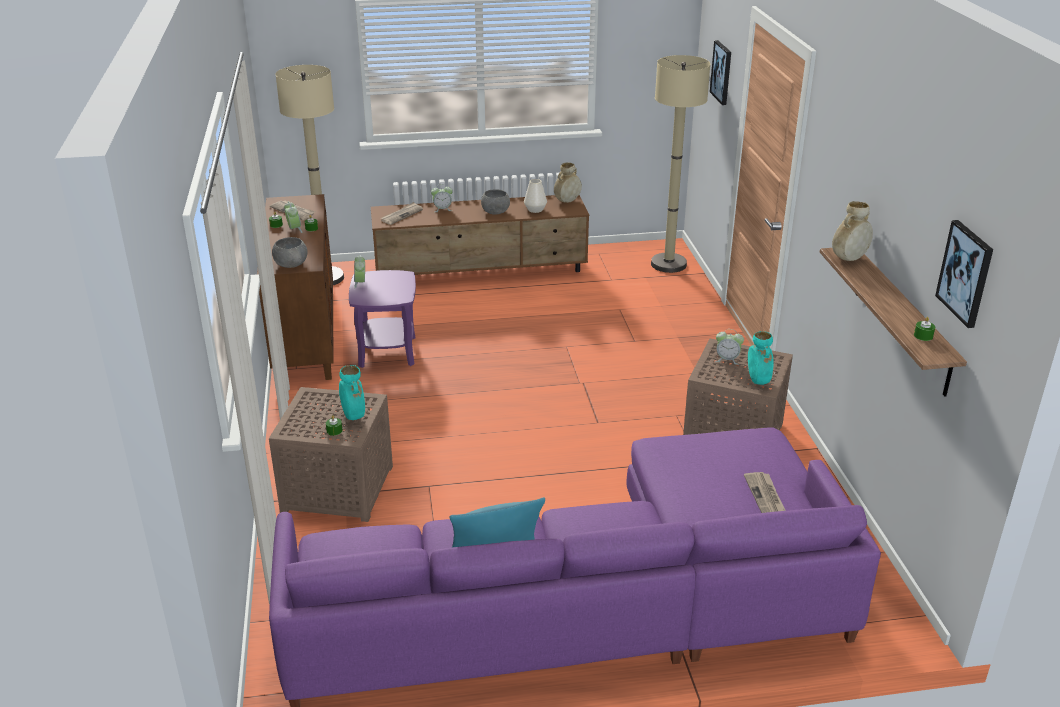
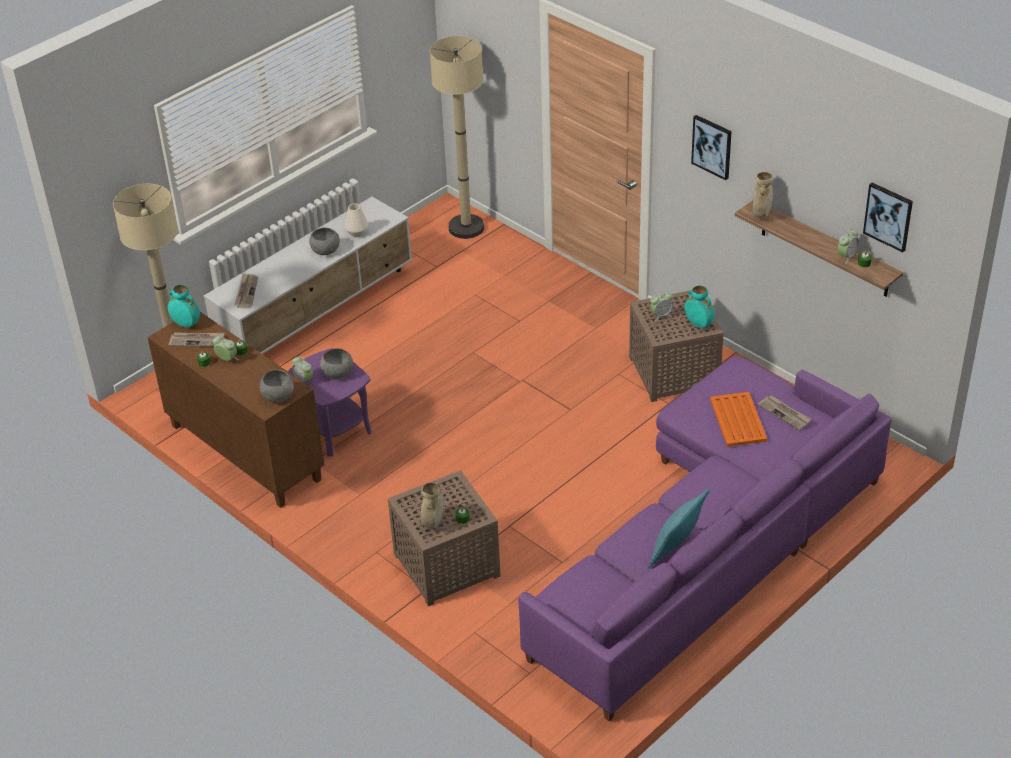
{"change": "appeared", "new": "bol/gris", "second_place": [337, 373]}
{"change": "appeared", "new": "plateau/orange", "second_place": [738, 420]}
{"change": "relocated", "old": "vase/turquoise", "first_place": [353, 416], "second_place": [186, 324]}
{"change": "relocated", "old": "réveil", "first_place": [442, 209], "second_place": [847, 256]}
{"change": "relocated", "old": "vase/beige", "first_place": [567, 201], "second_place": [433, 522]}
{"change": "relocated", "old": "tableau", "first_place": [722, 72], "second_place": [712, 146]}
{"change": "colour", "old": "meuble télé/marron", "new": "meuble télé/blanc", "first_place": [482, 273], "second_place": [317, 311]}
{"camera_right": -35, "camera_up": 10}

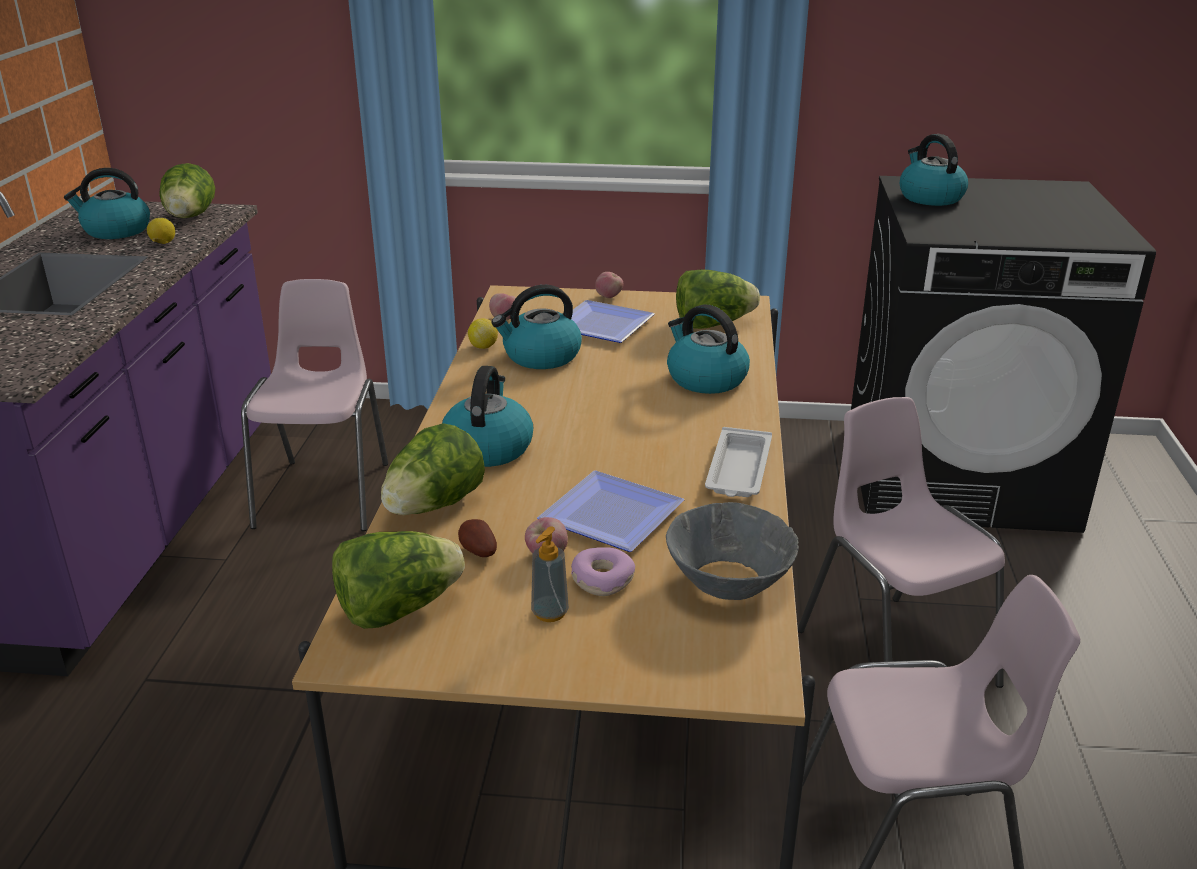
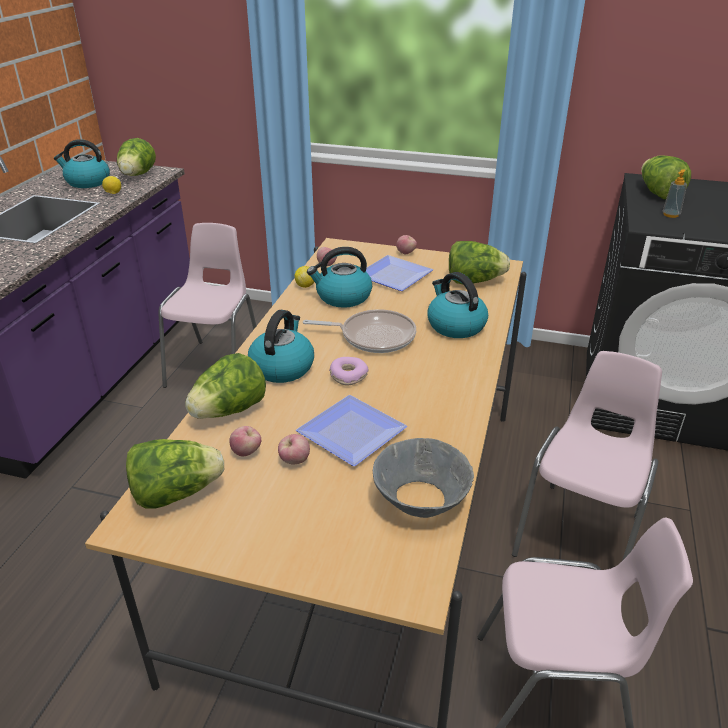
{"change": "missing", "old": "plateau/blanc", "first_place": [738, 470]}
{"change": "appeared", "new": "poêle", "second_place": [373, 336]}
{"change": "relocated", "old": "distributeur de savon", "first_place": [550, 612], "second_place": [670, 215]}
{"change": "relocated", "old": "beignet", "first_place": [602, 579], "second_place": [348, 376]}
{"change": "exchanged", "old": "pomme de terre", "new": "pomme", "first_place": [477, 552], "second_place": [247, 452]}
{"change": "exchanged", "old": "bouilloire", "new": "laitue", "first_place": [929, 197], "second_place": [658, 193]}
{"change": "spun", "old": "chaise/rose", "first_place": [894, 656], "second_place": [580, 536], "degrees": 45}
{"camera_right": 10, "camera_up": 5}

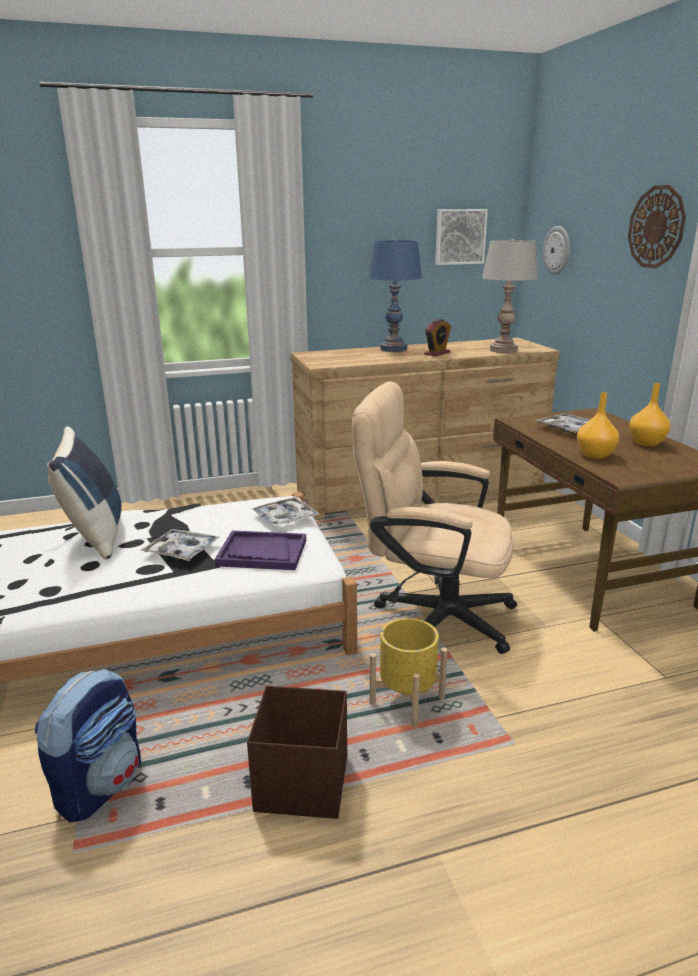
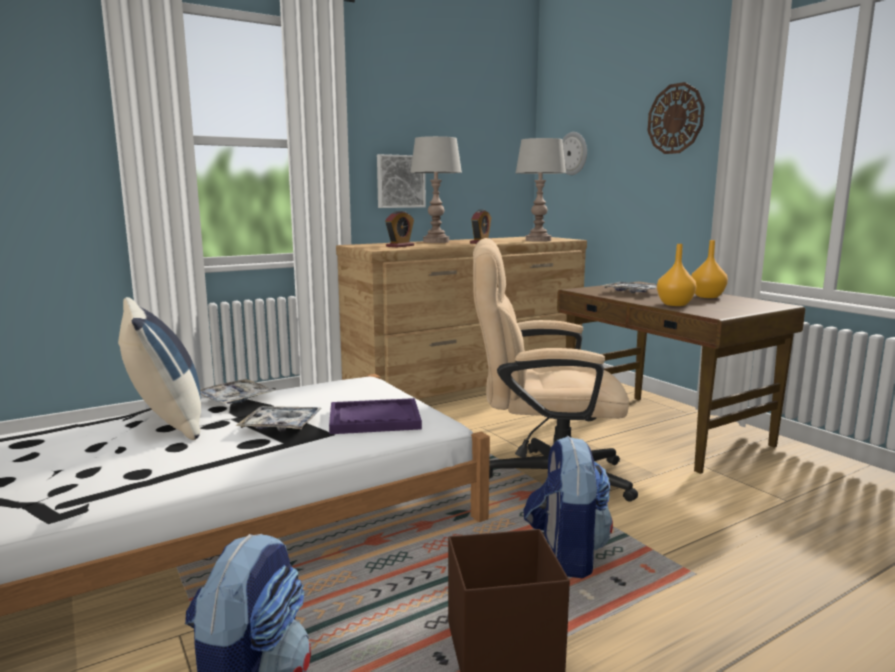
{"change": "appeared", "new": "réveil", "second_place": [400, 246]}
{"change": "relocated", "old": "plateau", "first_place": [285, 518], "second_place": [235, 399]}
{"change": "relocated", "old": "tableau", "first_place": [459, 236], "second_place": [400, 181]}
{"change": "exchanged", "old": "cache-pot/jaune", "new": "sac à dos", "first_place": [406, 701], "second_place": [566, 554]}
{"change": "colour", "old": "lampe de table/bleu", "new": "lampe de table/gris", "first_place": [393, 349], "second_place": [436, 241]}
{"camera_right": -15, "camera_up": -10}

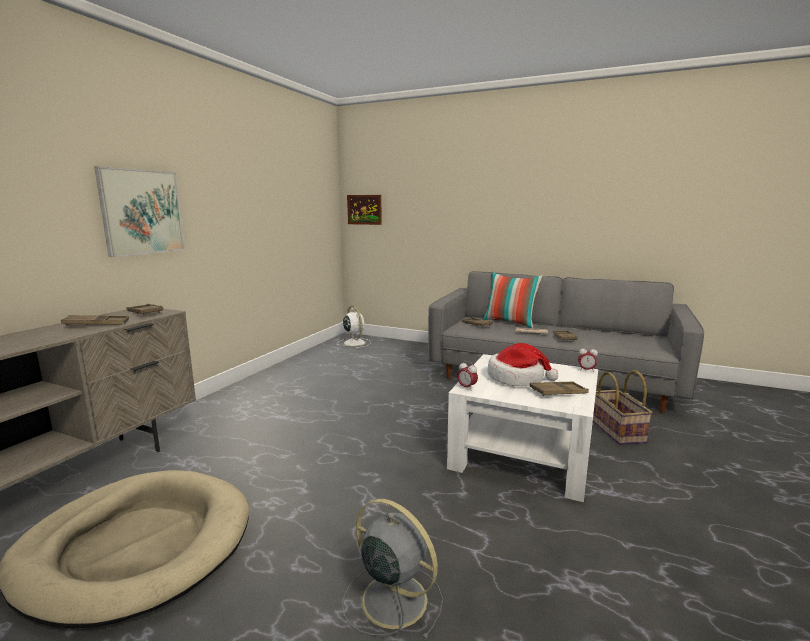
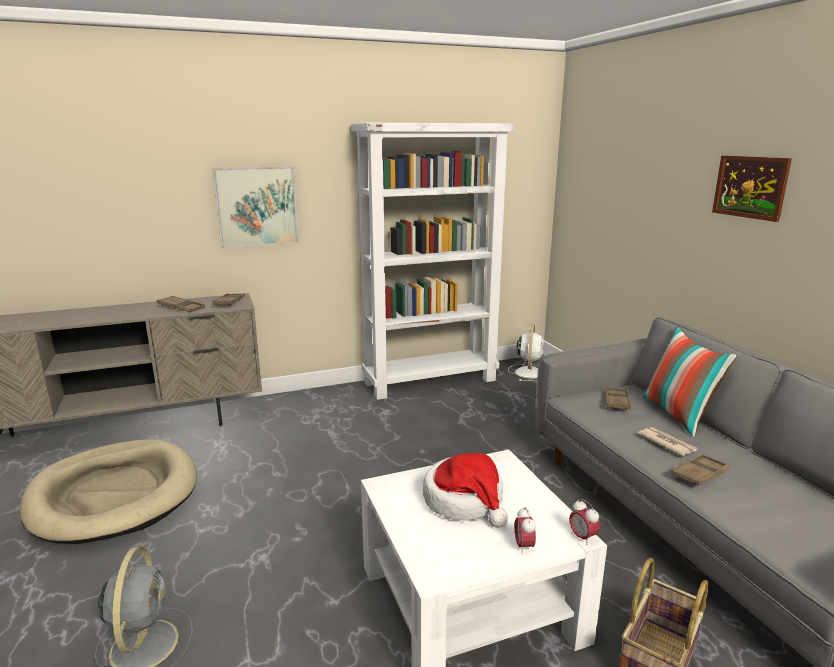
{"change": "missing", "old": "plateau/marron", "first_place": [558, 392]}
{"change": "appeared", "new": "bibliothèque/blanc", "second_place": [431, 381]}
{"change": "relocated", "old": "tableau", "first_place": [364, 209], "second_place": [750, 187]}
{"change": "relocated", "old": "réveil", "first_place": [466, 388], "second_place": [523, 546]}
{"camera_right": 45, "camera_up": 5}

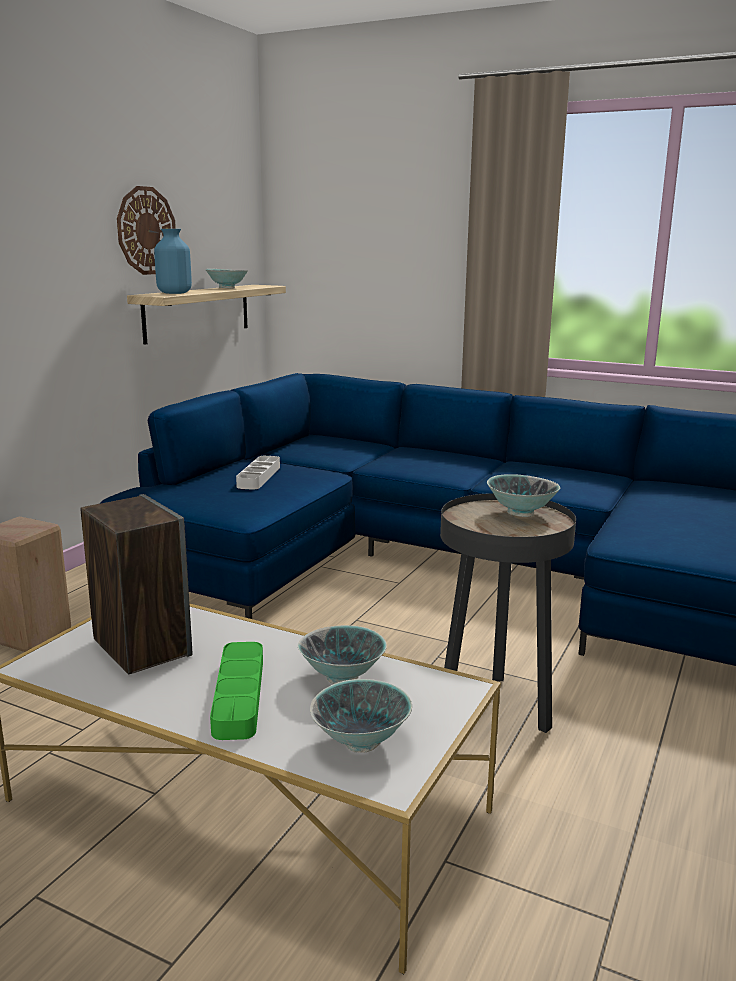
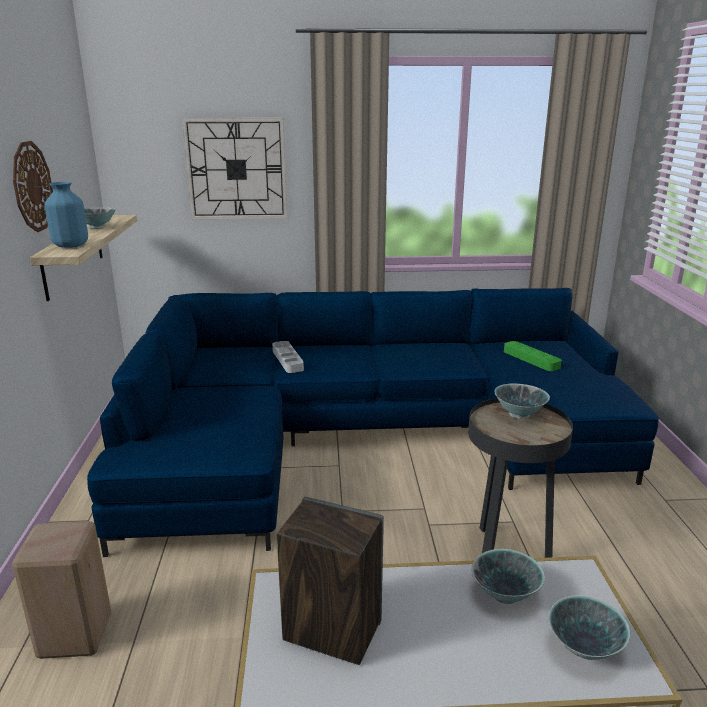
{"change": "appeared", "new": "horloge murale", "second_place": [236, 169]}
{"change": "relocated", "old": "plateau/vert", "first_place": [239, 695], "second_place": [531, 359]}
{"change": "relocated", "old": "plateau/gris", "first_place": [259, 477], "second_place": [287, 360]}
{"camera_right": -30, "camera_up": 5}

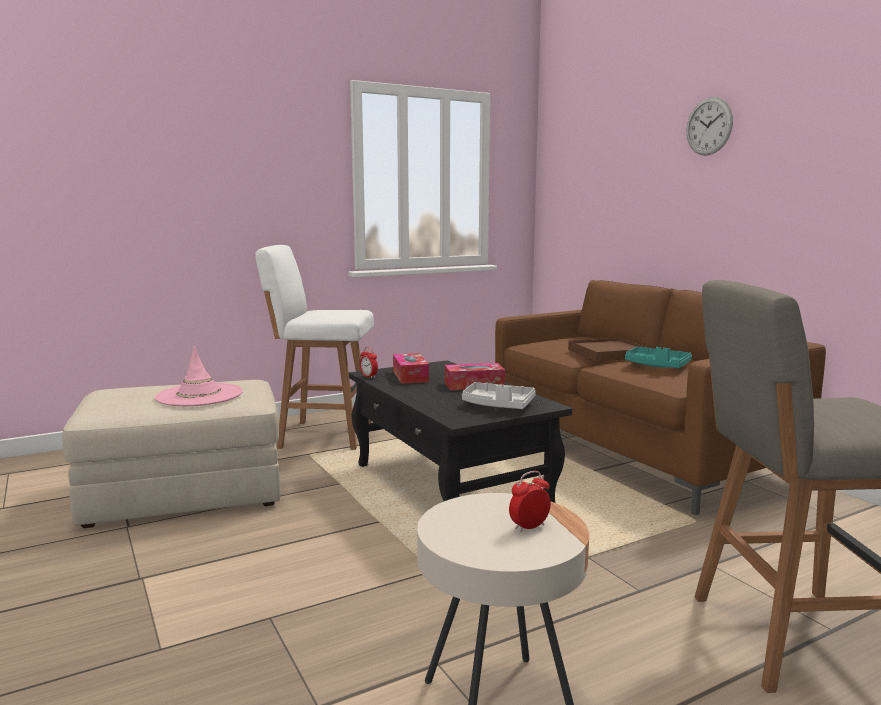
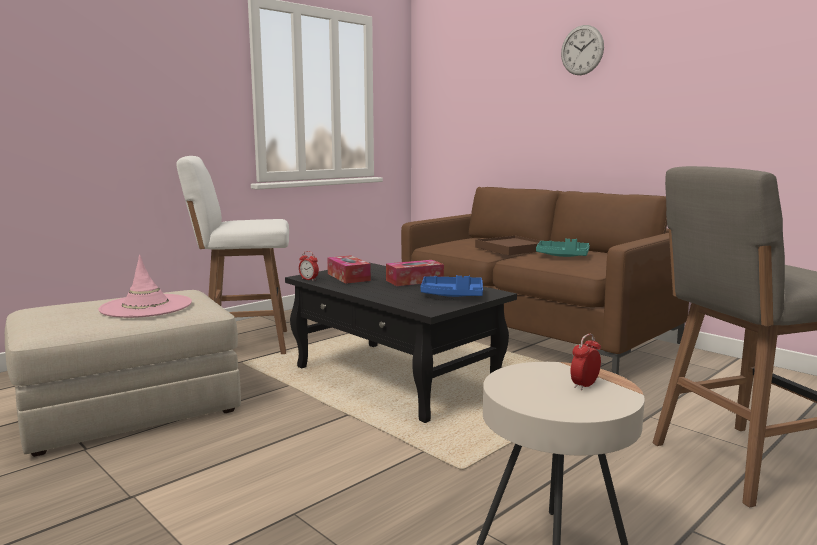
{"change": "colour", "old": "plateau/gris", "new": "plateau/bleu", "first_place": [498, 405], "second_place": [452, 295]}
{"camera_right": -15, "camera_up": 0}

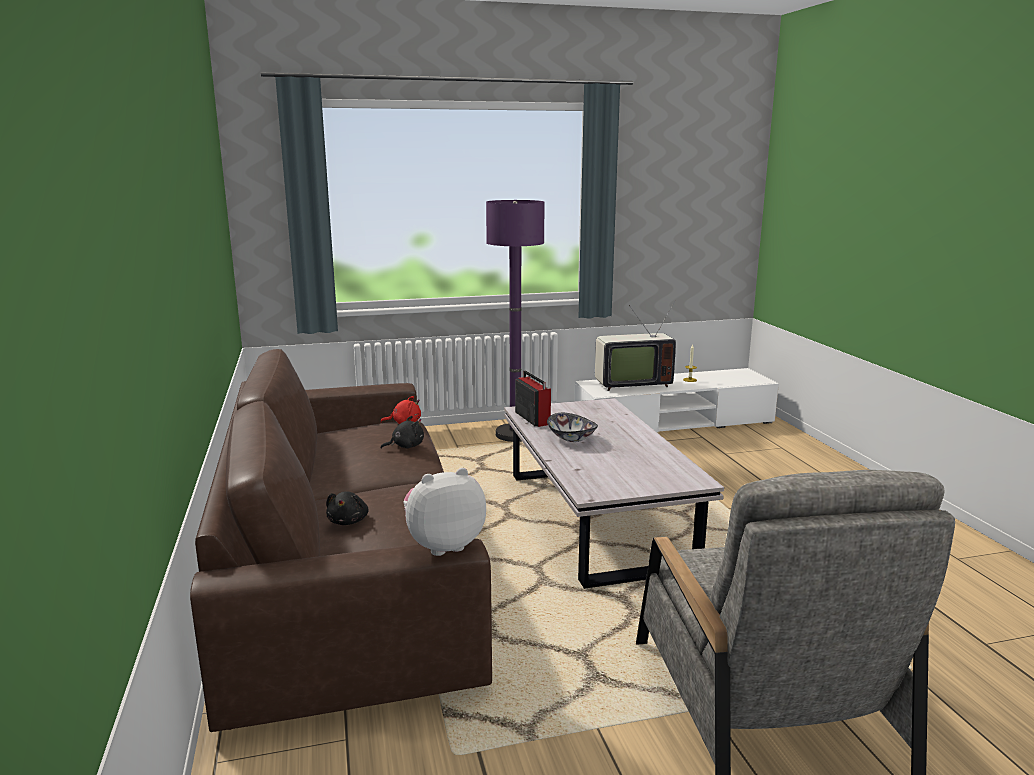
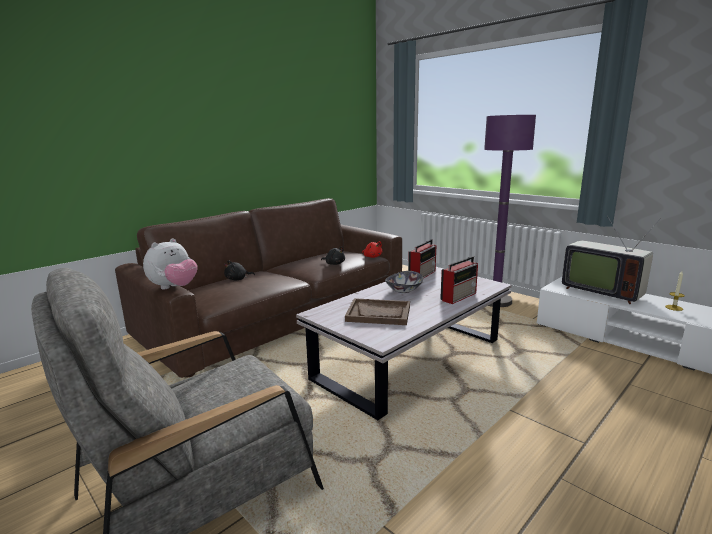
{"change": "appeared", "new": "plateau/marron", "second_place": [378, 313]}
{"change": "appeared", "new": "radio", "second_place": [459, 296]}
{"change": "spun", "old": "peluche", "first_place": [443, 545], "second_place": [174, 287], "degrees": 90}
{"camera_right": 60, "camera_up": 0}

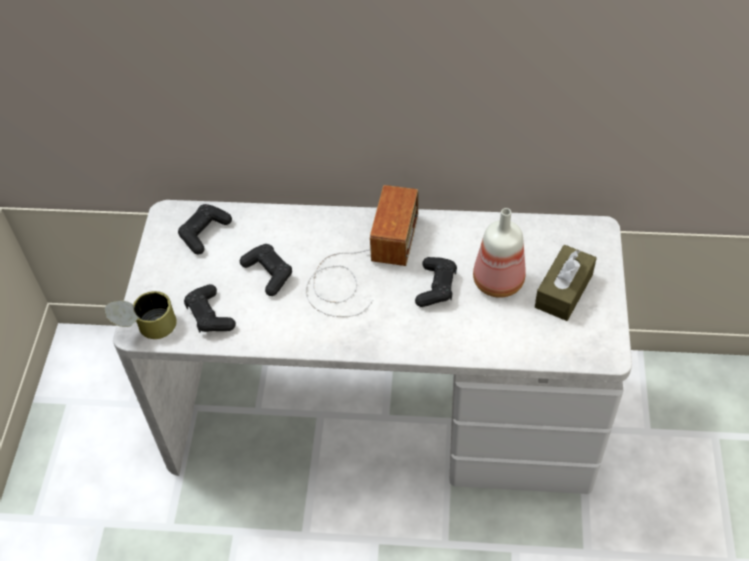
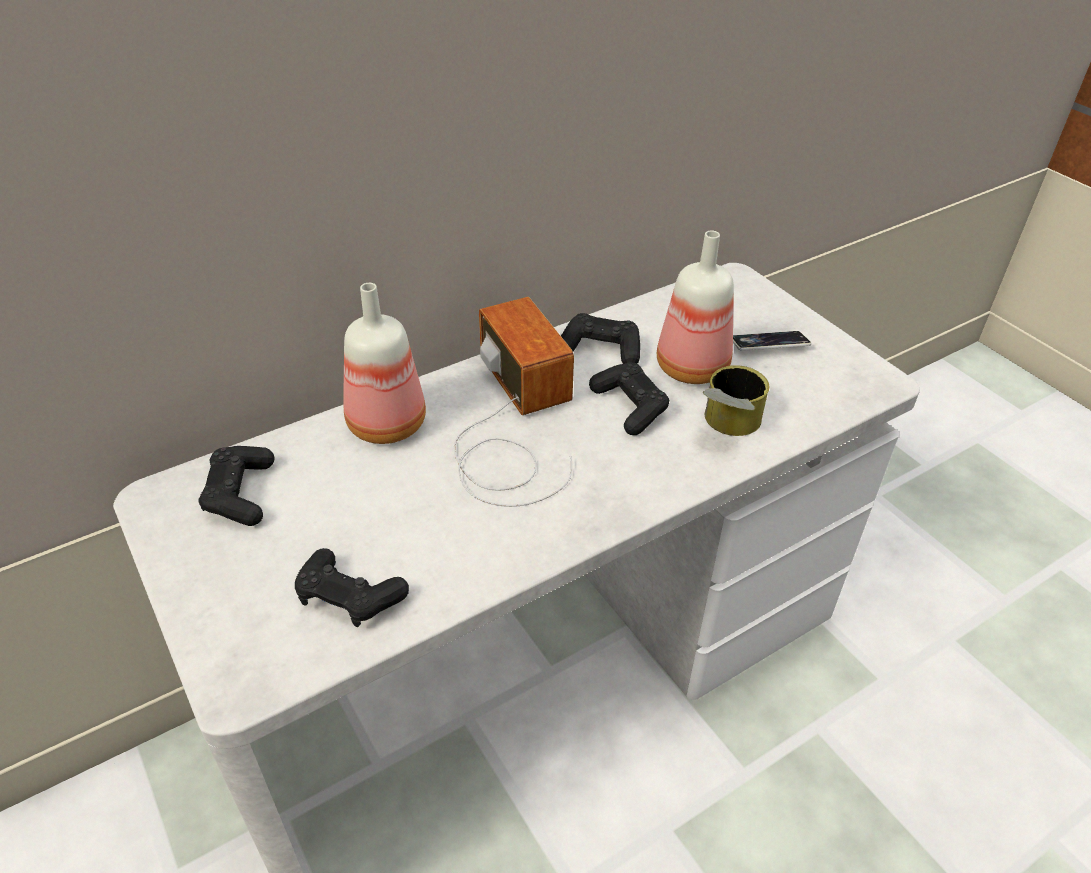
{"change": "appeared", "new": "bouteille", "second_place": [385, 426]}
{"change": "relocated", "old": "boîte métallique", "first_place": [146, 328], "second_place": [727, 427]}
{"change": "relocated", "old": "manette/noir", "first_place": [268, 273], "second_place": [601, 349]}
{"change": "exchanged", "old": "boîte à mouchoirs/marron", "new": "téléphone", "first_place": [563, 291], "second_place": [769, 345]}
{"camera_right": -40, "camera_up": -10}

